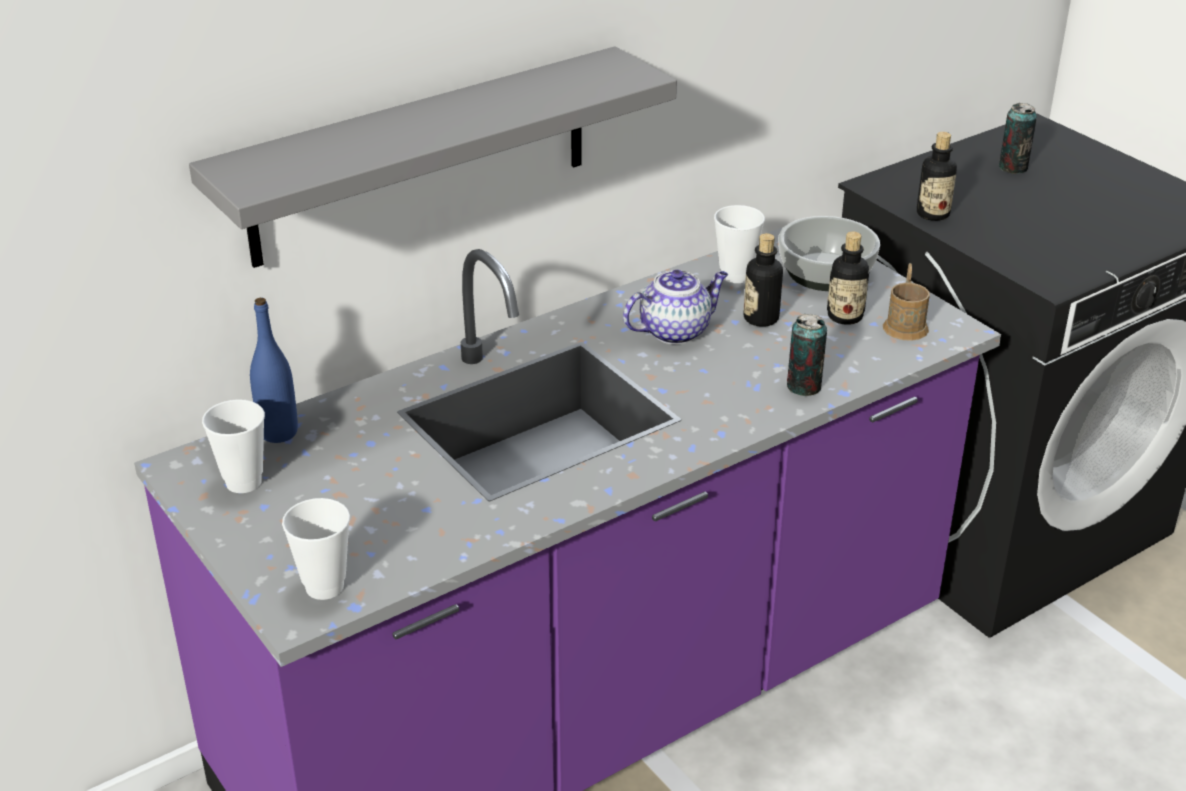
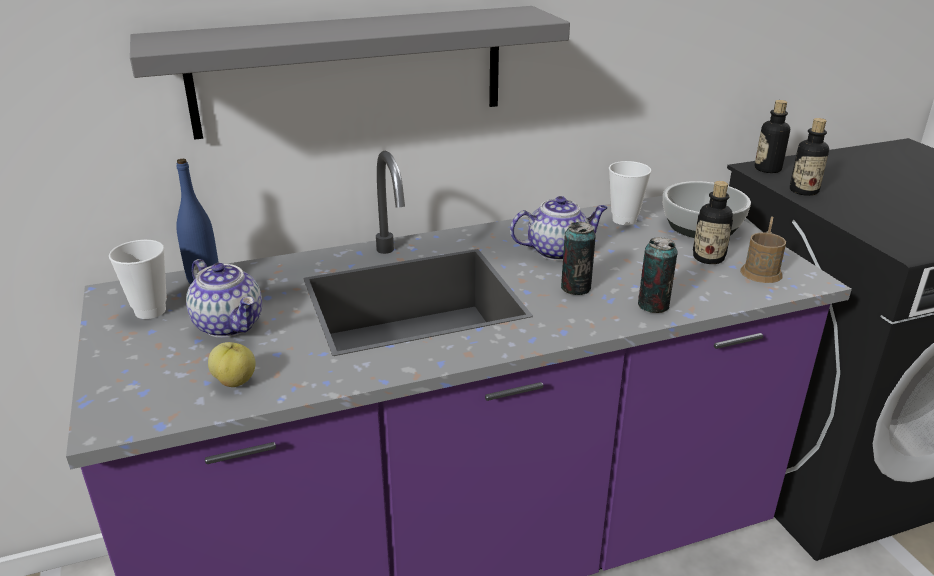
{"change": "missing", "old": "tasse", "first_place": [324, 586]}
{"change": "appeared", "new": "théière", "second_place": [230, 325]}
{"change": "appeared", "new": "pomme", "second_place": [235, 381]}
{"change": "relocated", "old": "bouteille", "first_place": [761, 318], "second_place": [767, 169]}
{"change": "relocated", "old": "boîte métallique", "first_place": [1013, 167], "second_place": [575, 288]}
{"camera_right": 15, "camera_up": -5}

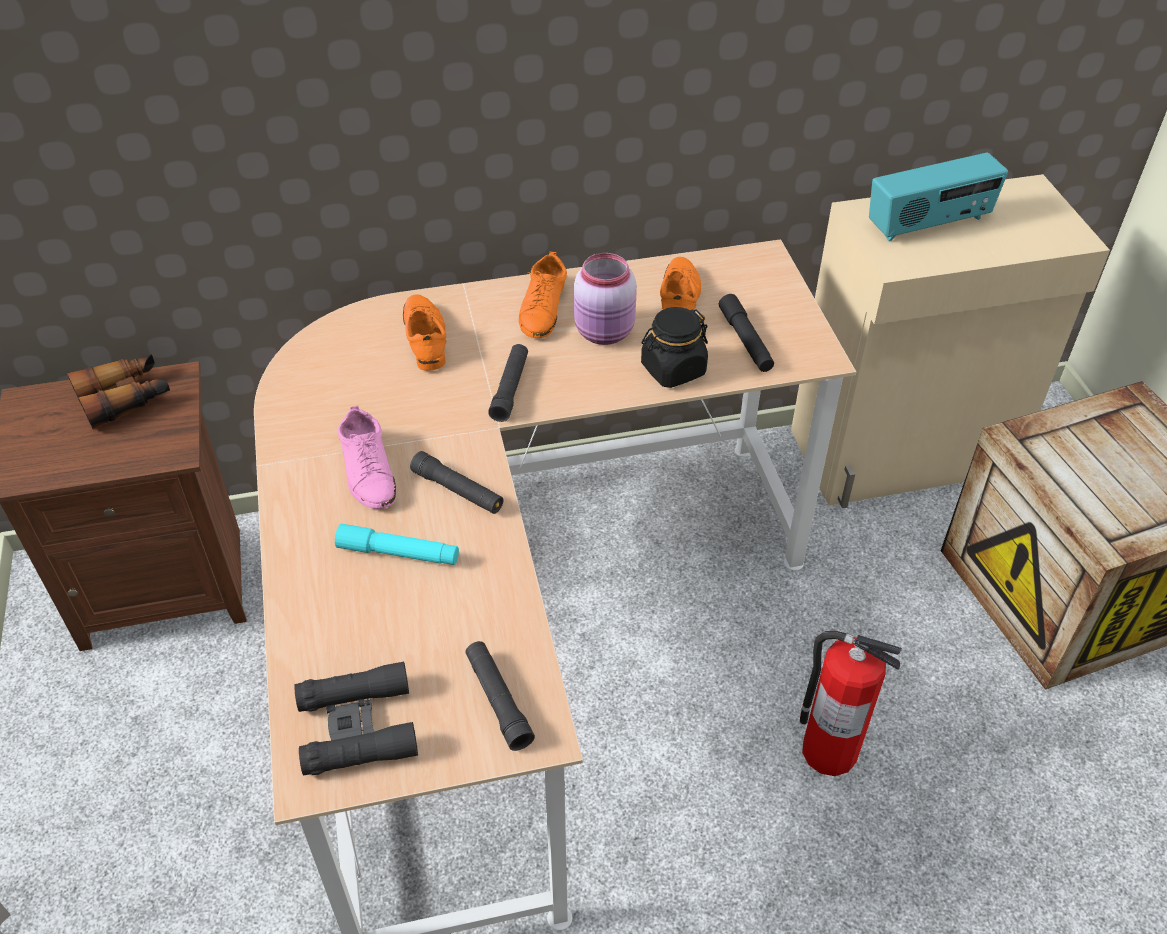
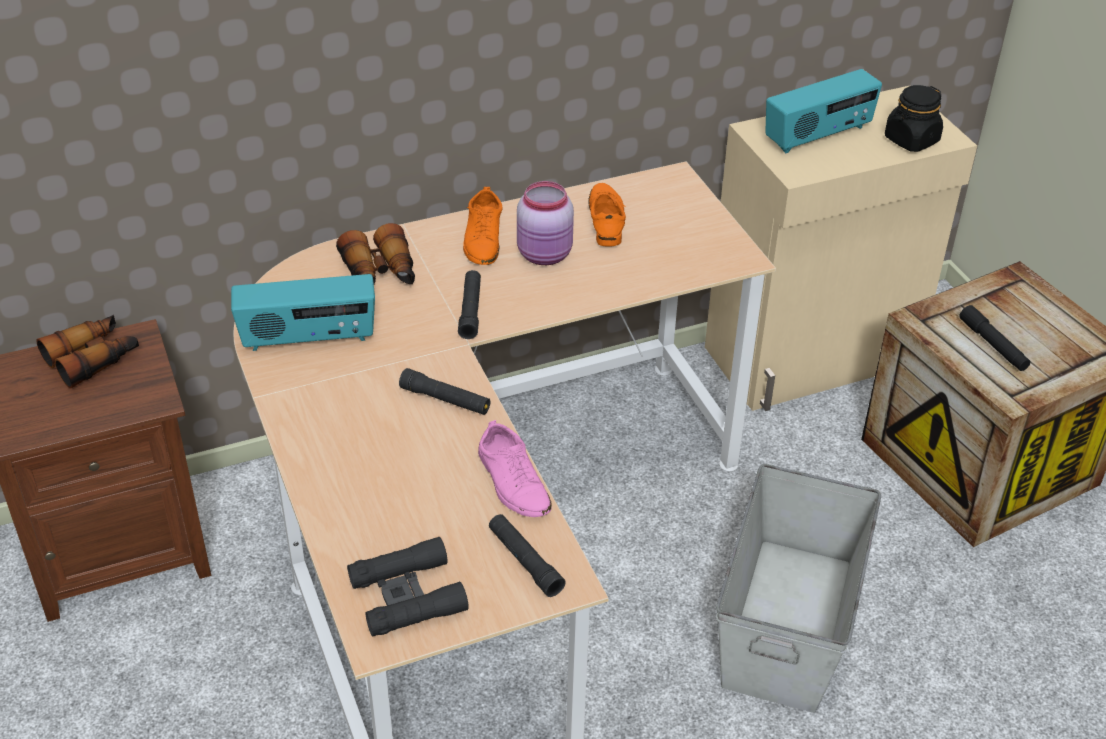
{"change": "missing", "old": "lampe de poche/turquoise", "first_place": [398, 553]}
{"change": "appeared", "new": "radio", "second_place": [308, 339]}
{"change": "relocated", "old": "chaussure/rose", "first_place": [368, 470], "second_place": [513, 482]}
{"change": "relocated", "old": "bocal/noir", "first_place": [673, 369], "second_place": [911, 140]}
{"change": "relocated", "old": "lampe de poche/noir", "first_place": [745, 340], "second_place": [993, 345]}
{"change": "exchanged", "old": "chaussure/orange", "new": "jumelles", "first_place": [425, 337], "second_place": [380, 274]}
{"change": "exchanged", "old": "extincteur", "new": "boîte de rangement/gris", "first_place": [828, 750], "second_place": [789, 621]}
{"camera_right": -10, "camera_up": -5}

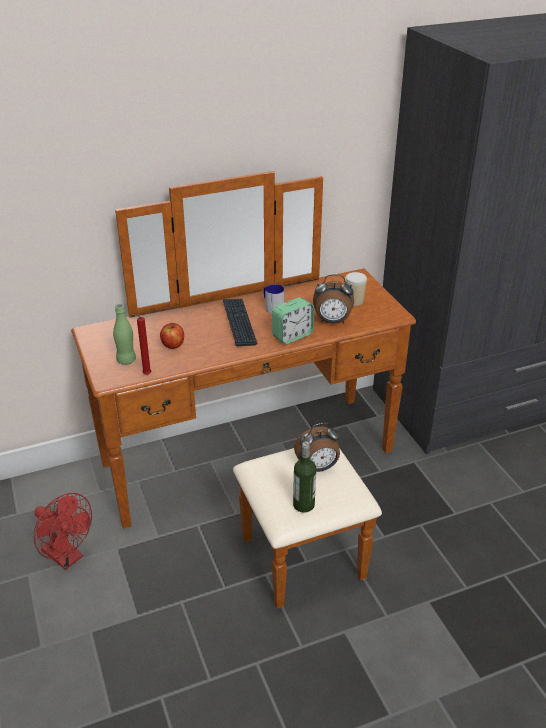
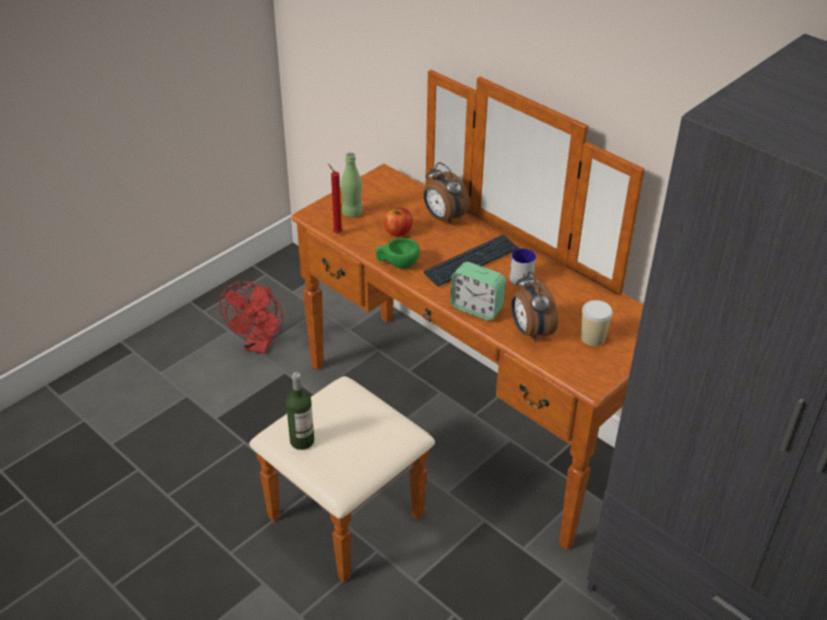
{"change": "appeared", "new": "tasse/vert", "second_place": [397, 264]}
{"change": "relocated", "old": "réveil", "first_place": [318, 467], "second_place": [443, 218]}
{"camera_right": 65, "camera_up": 5}

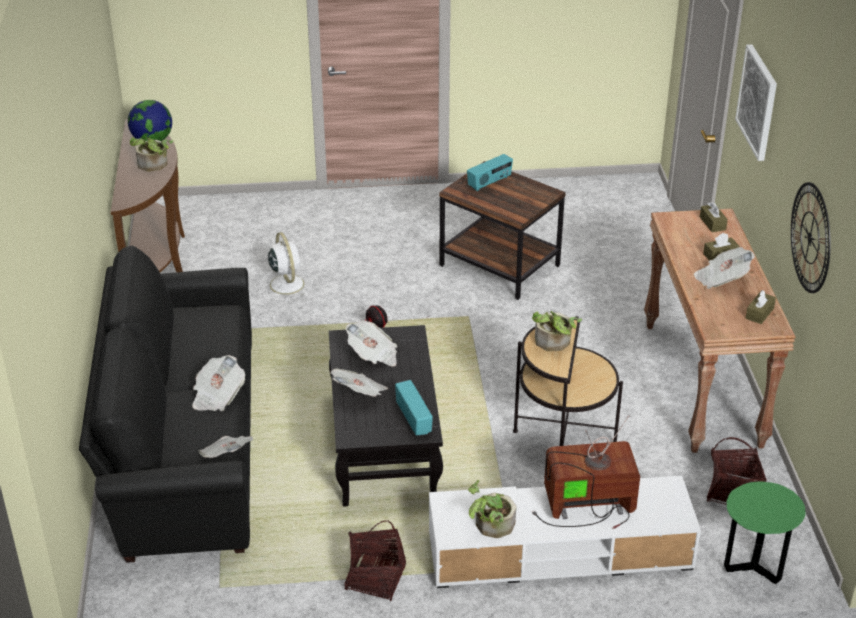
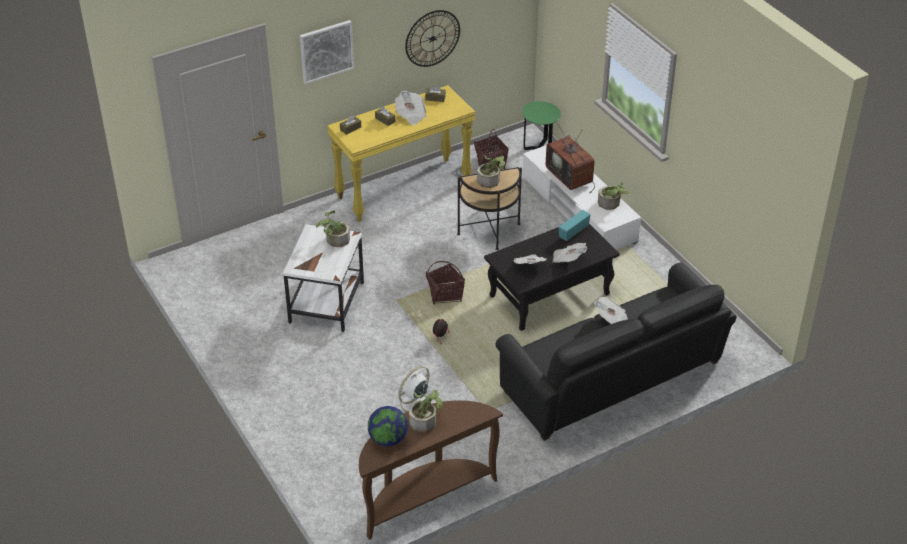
{"change": "missing", "old": "journal", "first_place": [226, 456]}
{"change": "missing", "old": "radio", "first_place": [489, 183]}
{"change": "appeared", "new": "plante en pot", "second_place": [334, 239]}
{"change": "relocated", "old": "panier", "first_place": [375, 578], "second_place": [445, 294]}
{"change": "colour", "old": "table d'appoint/marron", "new": "table d'appoint/blanc", "first_place": [500, 266], "second_place": [326, 303]}
{"change": "colour", "old": "table console/marron", "new": "table console/jaune", "first_place": [703, 384], "second_place": [403, 189]}
{"camera_right": -115, "camera_up": 5}

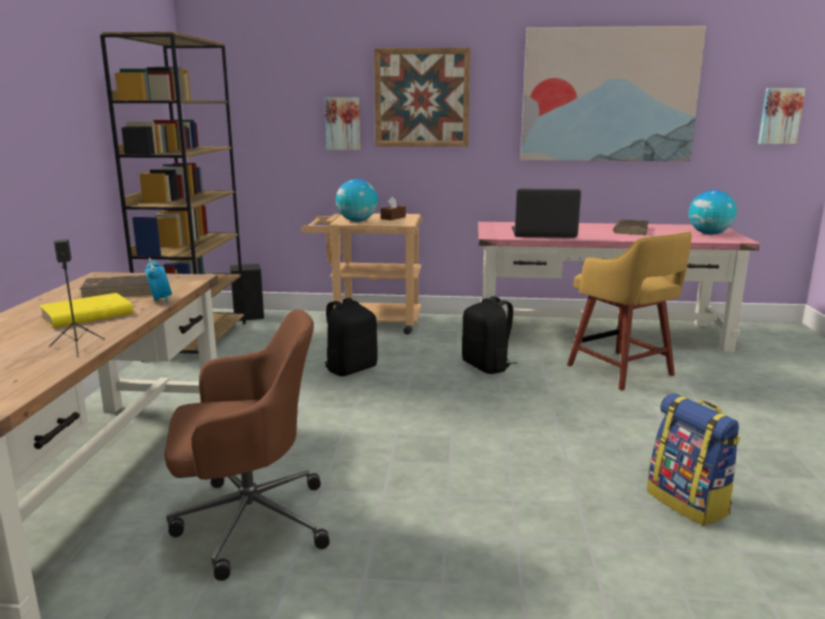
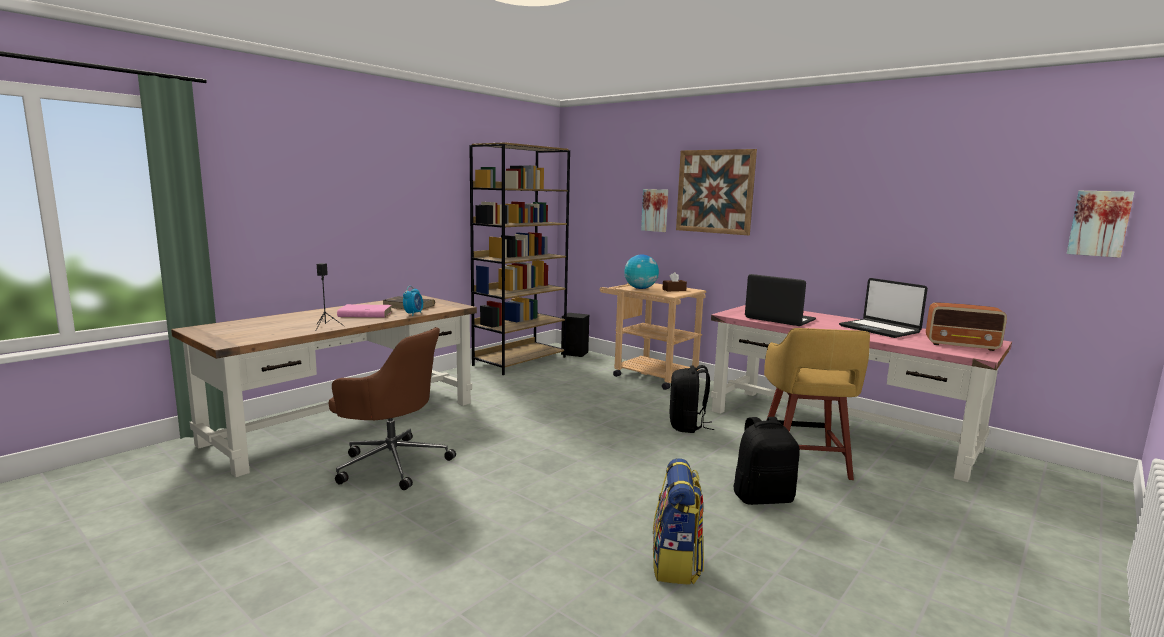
{"change": "missing", "old": "tableau", "first_place": [609, 95]}
{"change": "relocated", "old": "sac à dos/noir", "first_place": [351, 369], "second_place": [763, 497]}
{"change": "exchanged", "old": "livre/marron", "new": "ordinateur portable", "first_place": [630, 230], "second_place": [879, 329]}
{"change": "exchanged", "old": "globe", "new": "radio", "first_place": [709, 234], "second_place": [962, 345]}
{"change": "colour", "old": "livre/jaune", "new": "livre/rose", "first_place": [86, 315], "second_place": [364, 314]}
{"camera_right": 35, "camera_up": -5}

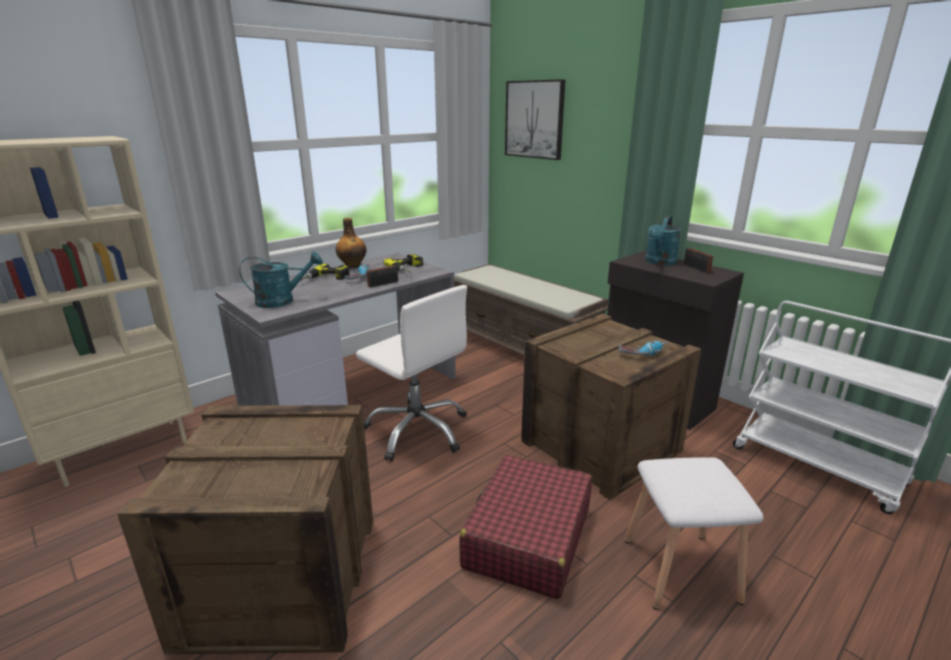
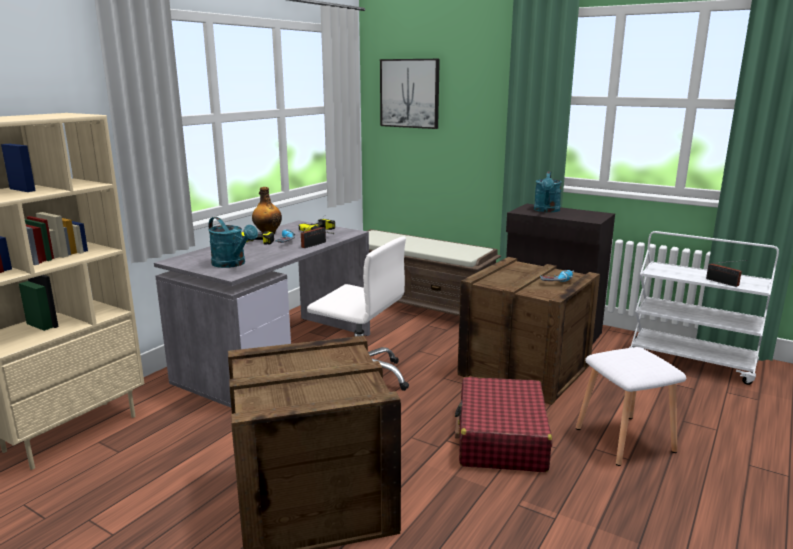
{"change": "relocated", "old": "radio", "first_place": [697, 268], "second_place": [723, 283]}
{"change": "spun", "old": "arrosoir/turquoise", "first_place": [282, 301], "second_place": [232, 264], "degrees": 75}
{"camera_right": -15, "camera_up": -5}

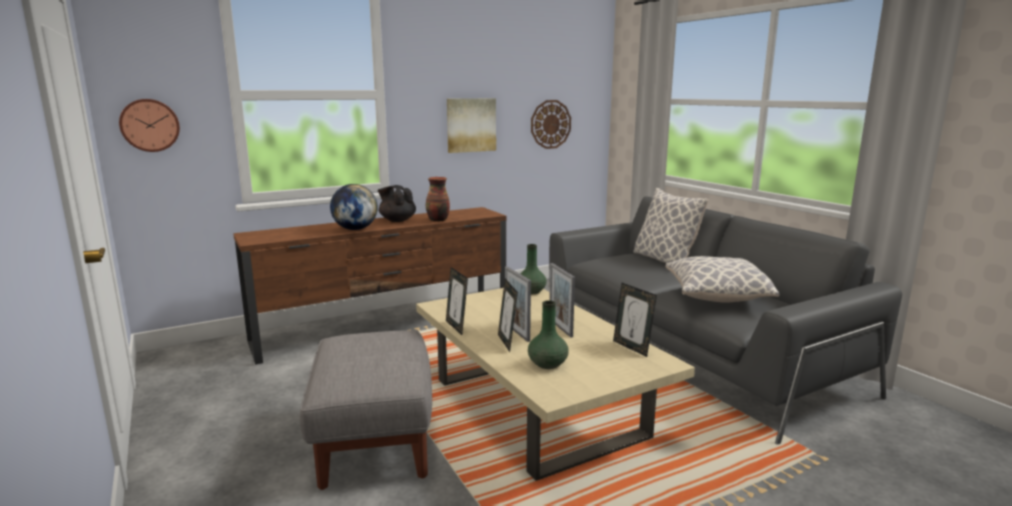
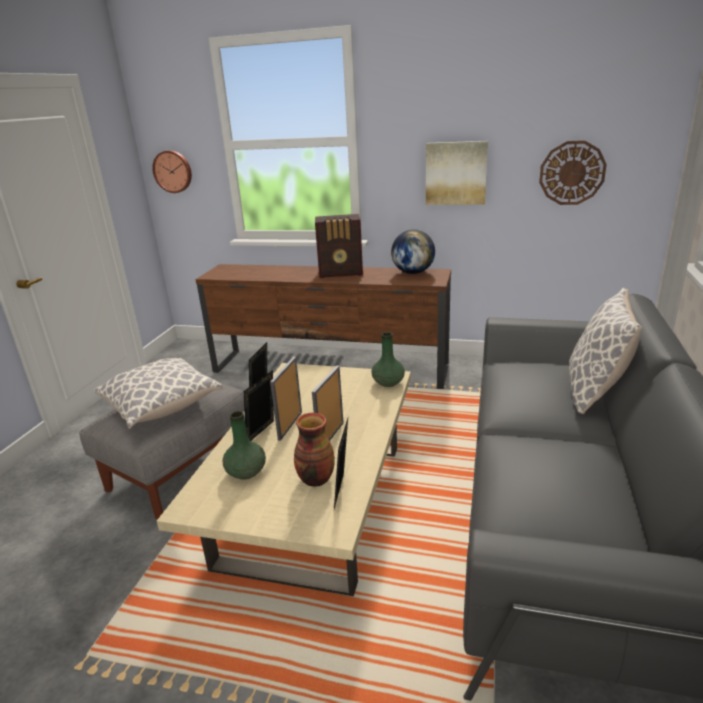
{"change": "relocated", "old": "globe", "first_place": [355, 229], "second_place": [413, 272]}
{"change": "relocated", "old": "vase", "first_place": [437, 220], "second_place": [315, 479]}
{"change": "relocated", "old": "coussin", "first_place": [716, 296], "second_place": [162, 407]}
{"change": "exchanged", "old": "théière/noir", "new": "radio", "first_place": [397, 220], "second_place": [341, 273]}
{"camera_right": 45, "camera_up": 10}

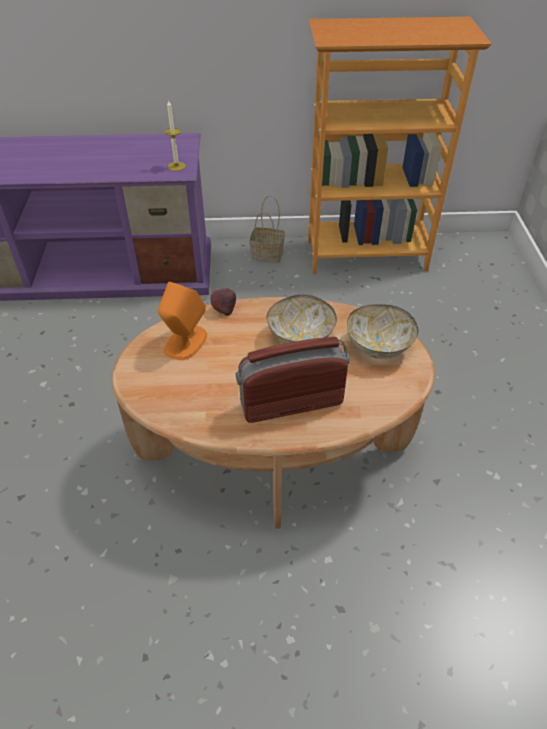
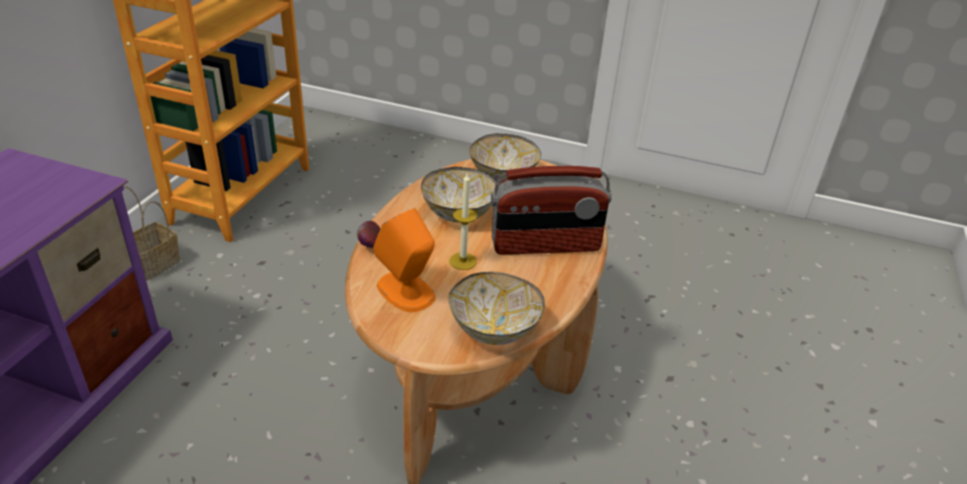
{"change": "appeared", "new": "bol", "second_place": [495, 330]}
{"change": "relocated", "old": "bougie", "first_place": [176, 166], "second_place": [463, 261]}
{"change": "spun", "old": "radio", "first_place": [291, 403], "second_place": [545, 246], "degrees": -105}
{"camera_right": -70, "camera_up": -10}

